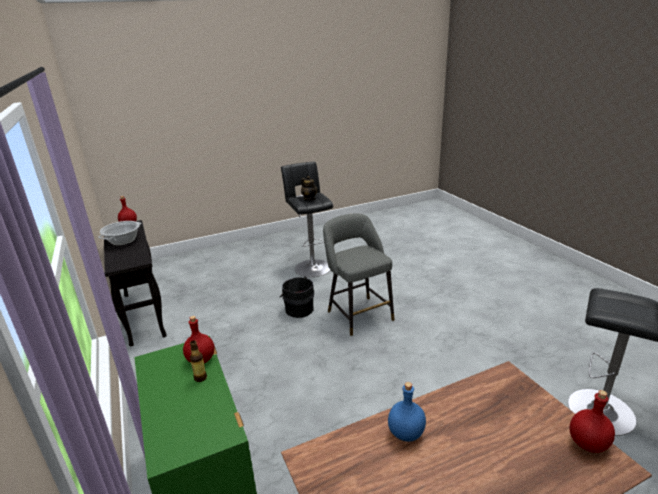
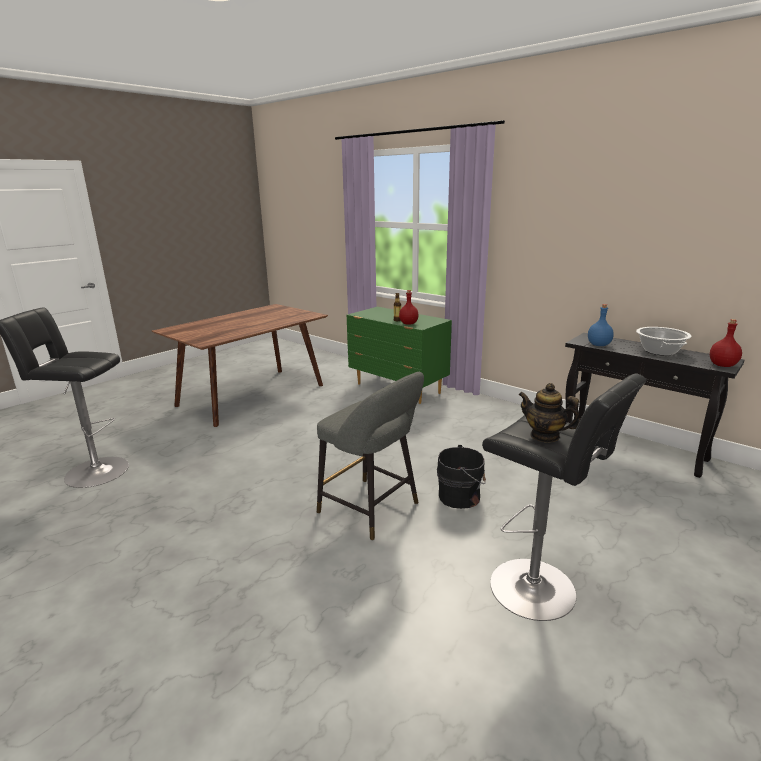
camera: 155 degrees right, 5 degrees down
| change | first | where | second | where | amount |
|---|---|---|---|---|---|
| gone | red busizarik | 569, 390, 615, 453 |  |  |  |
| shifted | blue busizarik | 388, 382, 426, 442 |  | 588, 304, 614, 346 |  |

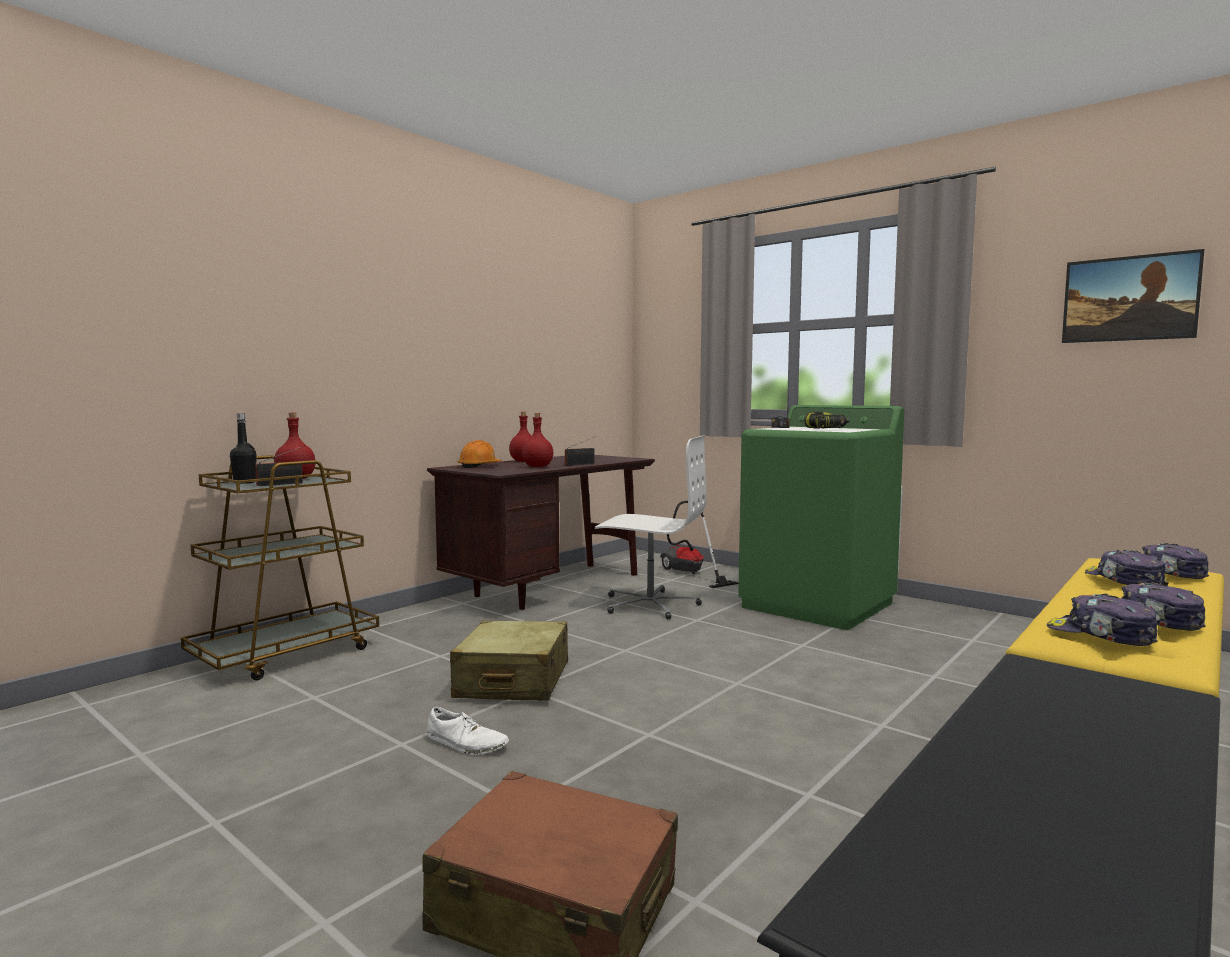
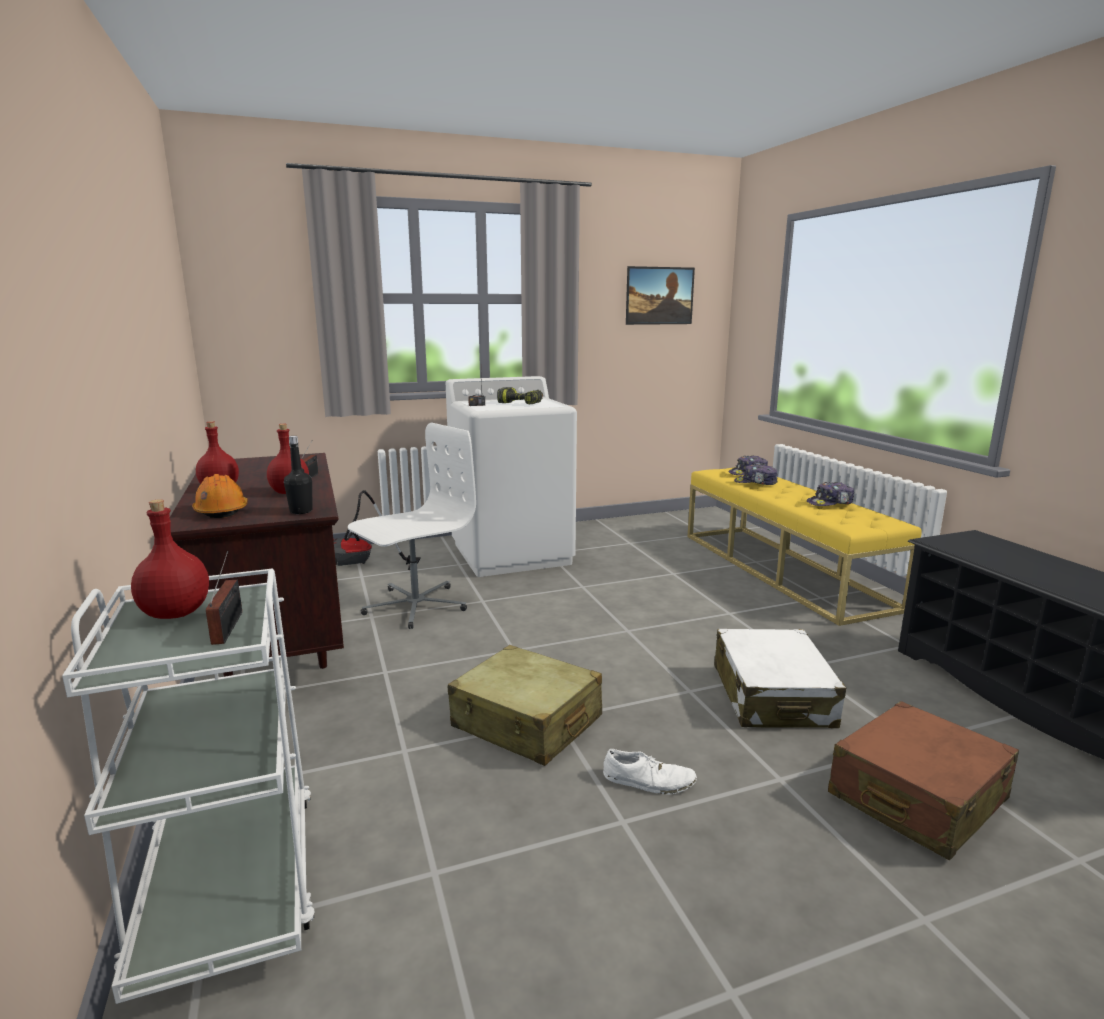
camera: 60 degrees left, 10 degrees up
| change | first | where | second | where | amount |
|---|---|---|---|---|---|
| gone | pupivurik | 1047, 593, 1158, 646 |  |  |  |
| new |  |  | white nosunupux | 714, 629, 846, 728 |  |
| shifted | black busizarik | 230, 413, 257, 484 |  | 284, 436, 313, 514 |  |
| repainted | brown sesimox | 181, 455, 379, 681 | white sesimox | 62, 568, 314, 1004 |  |
| repainted | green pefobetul | 738, 405, 904, 630 | white pefobetul | 446, 376, 577, 577 |  |
| rotated | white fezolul | 427, 707, 509, 755 |  | 603, 749, 697, 795 | 45 degrees clockwise |

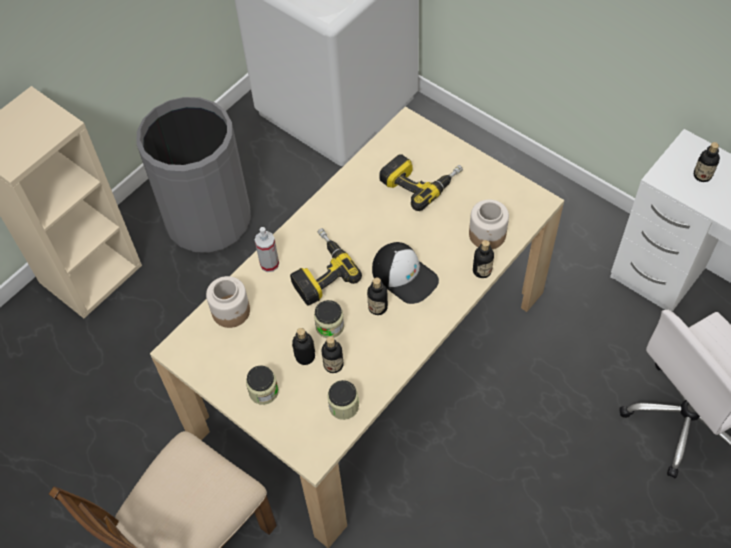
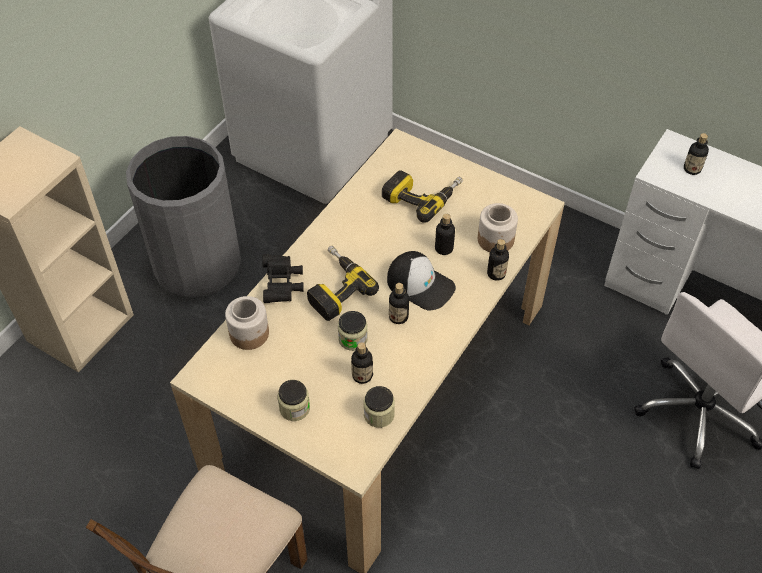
camera: 10 degrees left, 5 degrees down
| change | first | where | second | where | amount |
|---|---|---|---|---|---|
| shifted | busizarik | 292, 328, 315, 365 |  | 435, 214, 455, 255 |  |
| swapped | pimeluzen | 255, 227, 279, 272 | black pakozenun | 262, 254, 304, 303 |  |

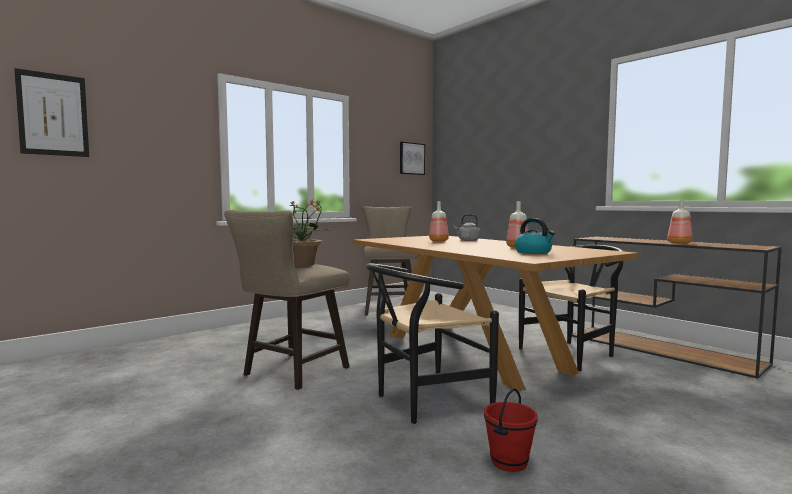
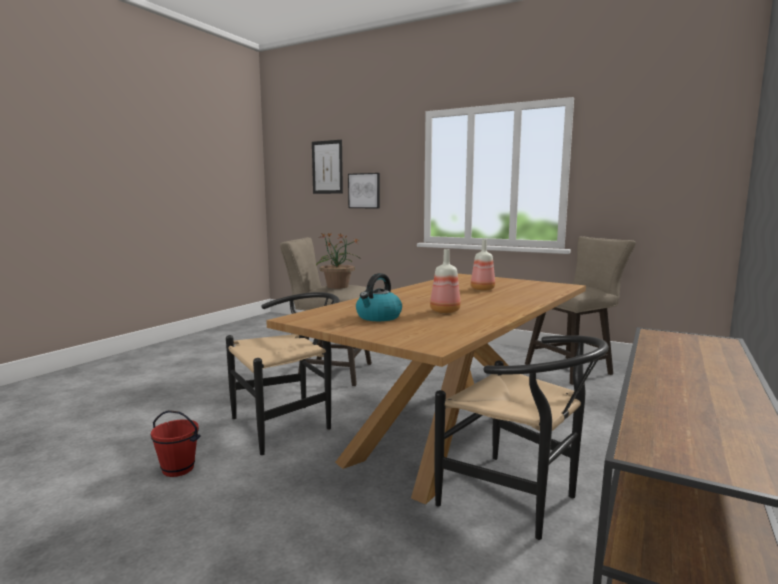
camera: 70 degrees right, 5 degrees up
| change | first | where | second | where | amount |
|---|---|---|---|---|---|
| gone | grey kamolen | 454, 214, 480, 241 |  |  |  |
| gone | busizarik | 667, 199, 692, 244 |  |  |  |
| shifted | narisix | 400, 142, 425, 175 |  | 348, 173, 380, 208 |  |
| rotated | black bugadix | 366, 263, 499, 424 |  | 226, 292, 340, 455 | 105 degrees clockwise |

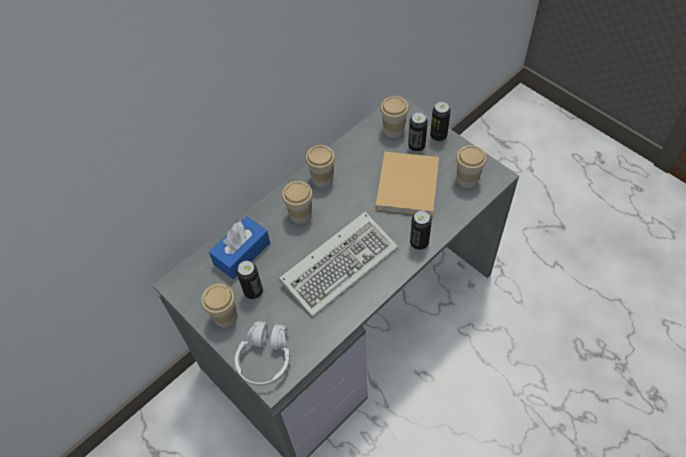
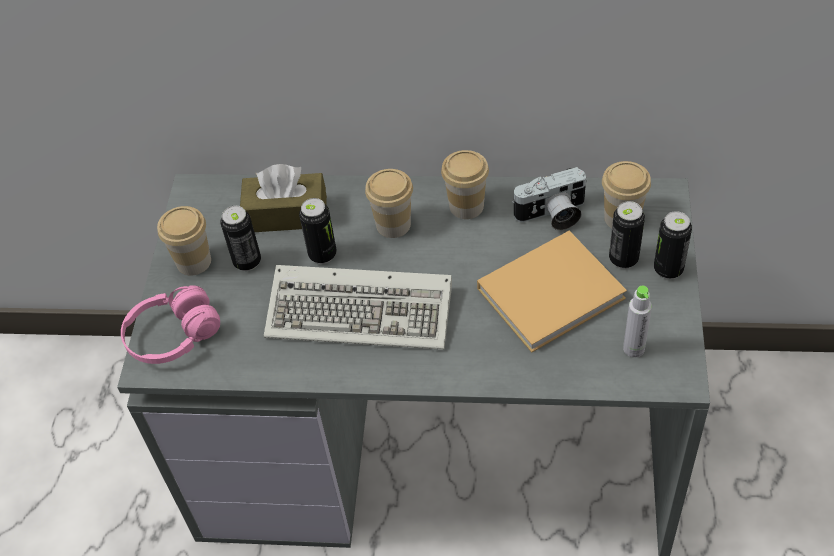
camera: 50 degrees right, 5 degrees down
| change | first | where | second | where | amount |
|---|---|---|---|---|---|
| new |  |  | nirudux | 511, 167, 587, 230 |  |
| shifted | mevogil | 410, 210, 432, 250 |  | 299, 198, 337, 264 |  |
| swapped | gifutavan | 456, 145, 487, 188 | grey busizarik | 623, 286, 652, 358 |  |
| repainted | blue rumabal | 209, 216, 270, 279 | brown rumabal | 240, 164, 327, 232 |  |
| repainted | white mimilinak | 235, 321, 290, 386 | pink mimilinak | 121, 285, 220, 364 |  |

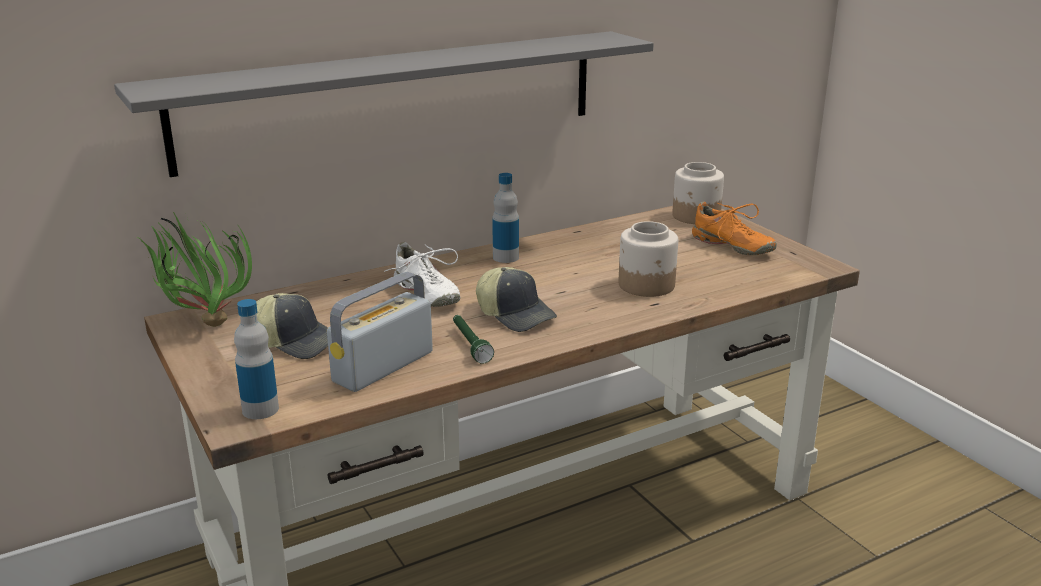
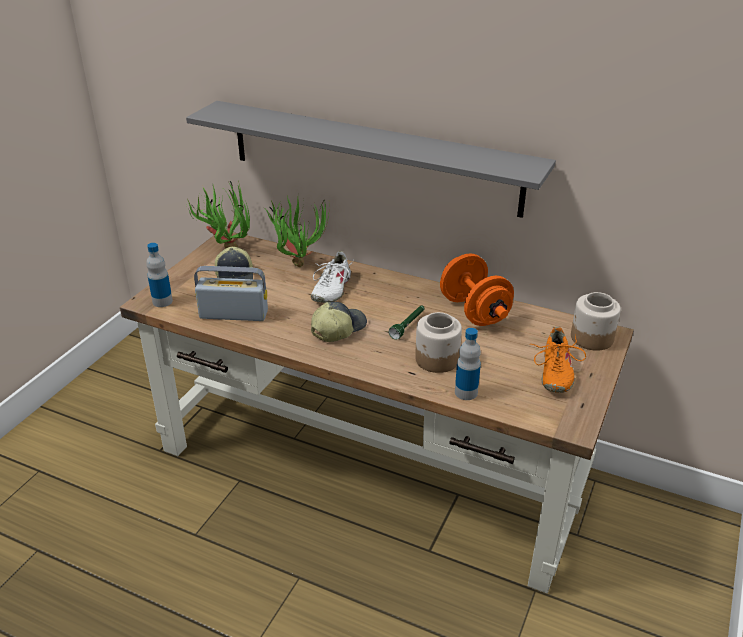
camera: 55 degrees right, 10 degrees up
| change | first | where | second | where | amount |
|---|---|---|---|---|---|
| new |  |  | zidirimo | 264, 196, 330, 267 |  |
| new |  |  | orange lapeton | 440, 253, 514, 326 |  |
| shifted | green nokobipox | 453, 315, 494, 364 |  | 389, 305, 425, 340 |  |
| shifted | busizarik | 492, 173, 519, 263 |  | 455, 328, 481, 400 |  |
| rotated | pupivurik | 476, 267, 557, 332 |  | 311, 302, 367, 342 | 150 degrees counterclockwise |

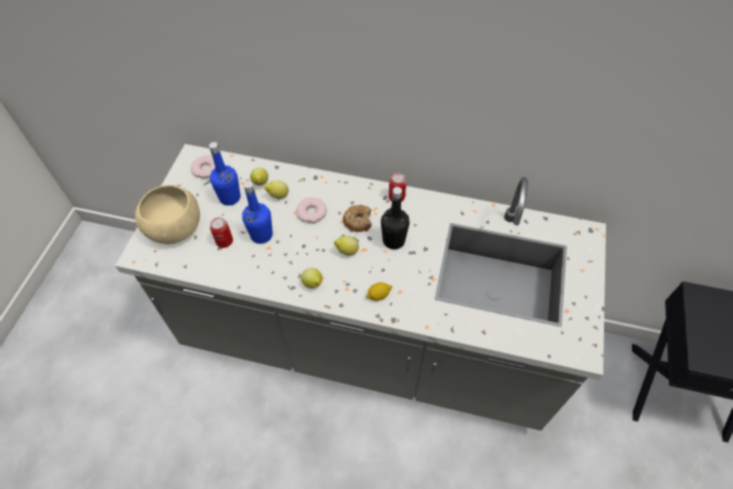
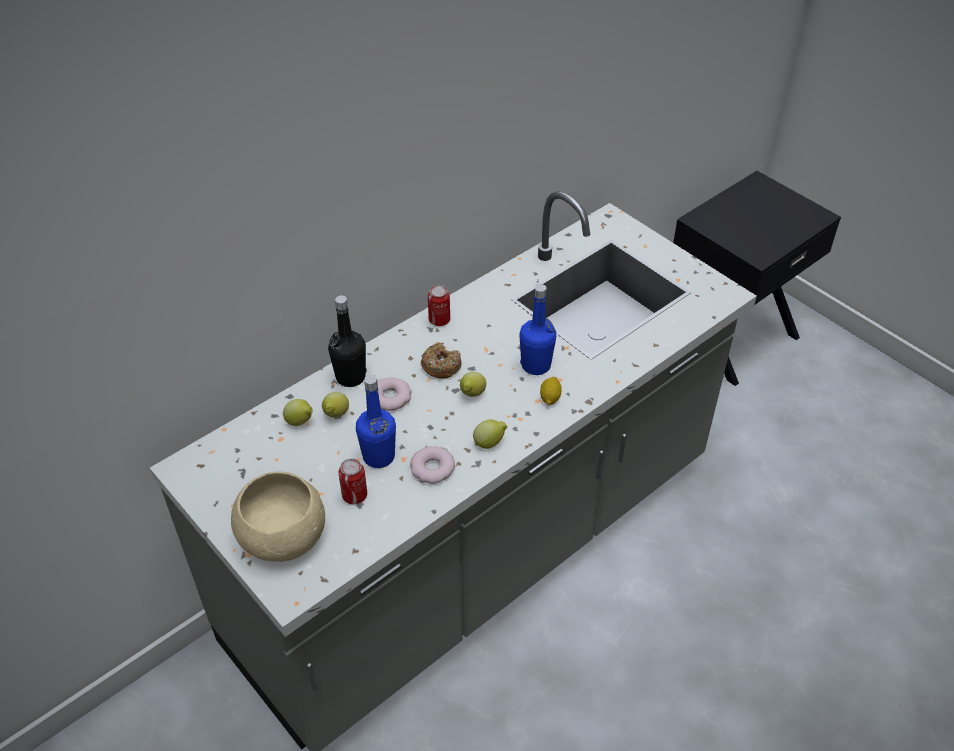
camera: 55 degrees left, 10 degrees down
| change | first | where | second | where | amount |
|---|---|---|---|---|---|
| shifted | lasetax | 191, 155, 215, 178 |  | 410, 446, 455, 484 |  |
| shifted | blue busizarik | 209, 142, 241, 206 |  | 519, 284, 556, 375 |  |
| shifted | black busizarik | 381, 187, 410, 249 |  | 328, 295, 367, 387 |  |

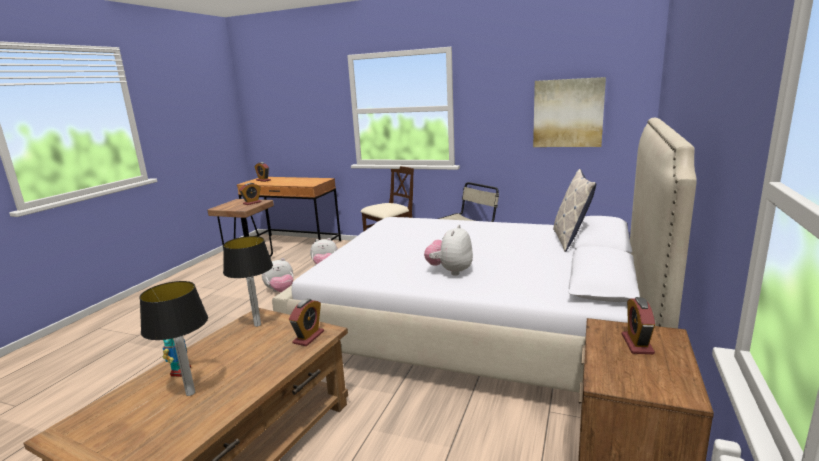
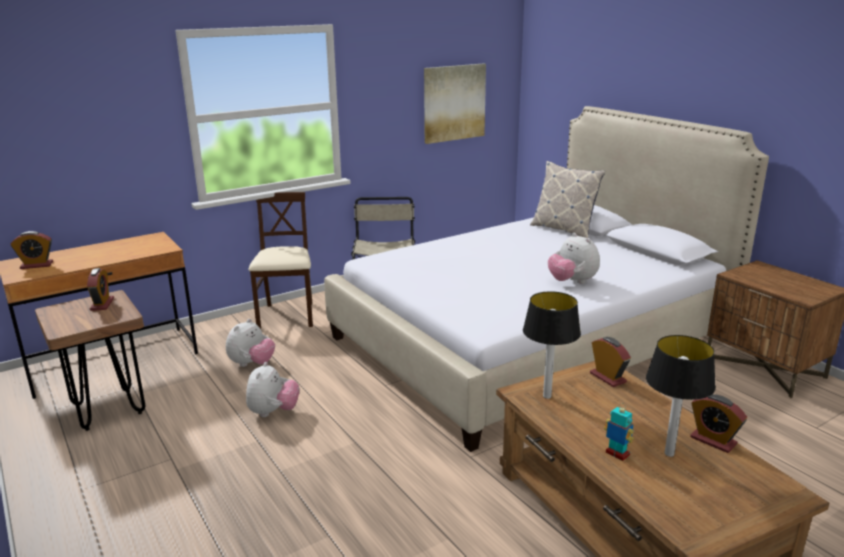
camera: 55 degrees left, 5 degrees up
| change | first | where | second | where | amount |
|---|---|---|---|---|---|
| shifted | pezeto | 622, 297, 655, 354 |  | 690, 394, 747, 453 |  |

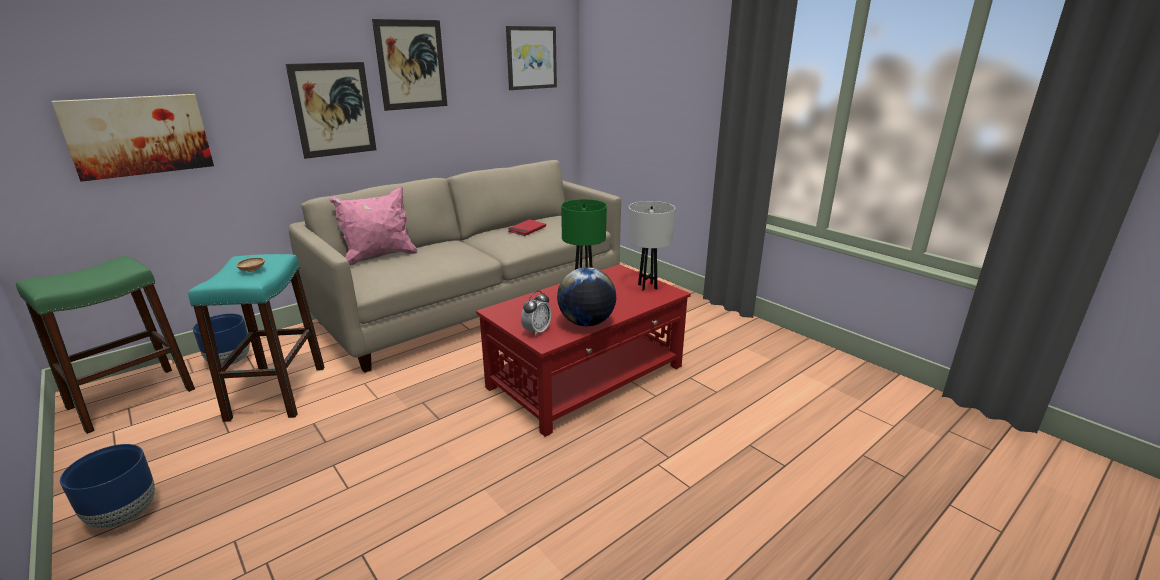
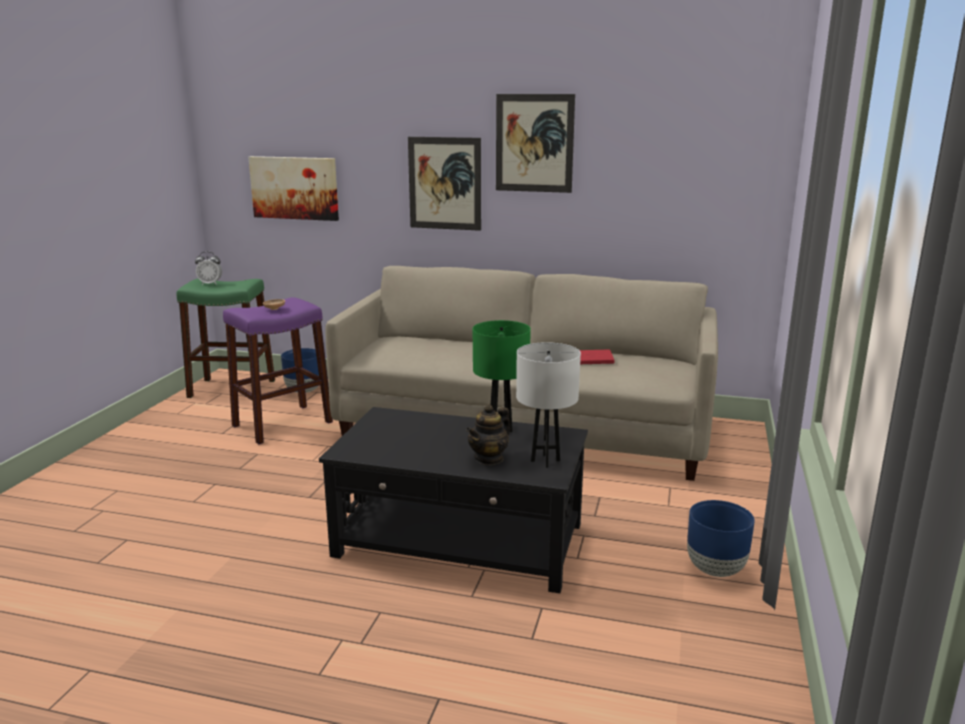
camera: 55 degrees right, 5 degrees down
| change | first | where | second | where | amount |
|---|---|---|---|---|---|
| gone | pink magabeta | 329, 187, 418, 266 |  |  |  |
| gone | narisix | 506, 26, 557, 90 |  |  |  |
| gone | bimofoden | 557, 267, 616, 326 |  |  |  |
| new |  |  | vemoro | 466, 404, 510, 466 |  |
| shifted | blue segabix | 60, 444, 155, 528 |  | 687, 500, 755, 577 |  |
| shifted | pezeto | 521, 291, 551, 337 |  | 195, 251, 222, 285 |  |
| repainted | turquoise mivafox | 188, 254, 324, 422 | purple mivafox | 223, 297, 333, 444 |  |
| repainted | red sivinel | 476, 264, 691, 437 | black sivinel | 319, 407, 588, 593 |  |

